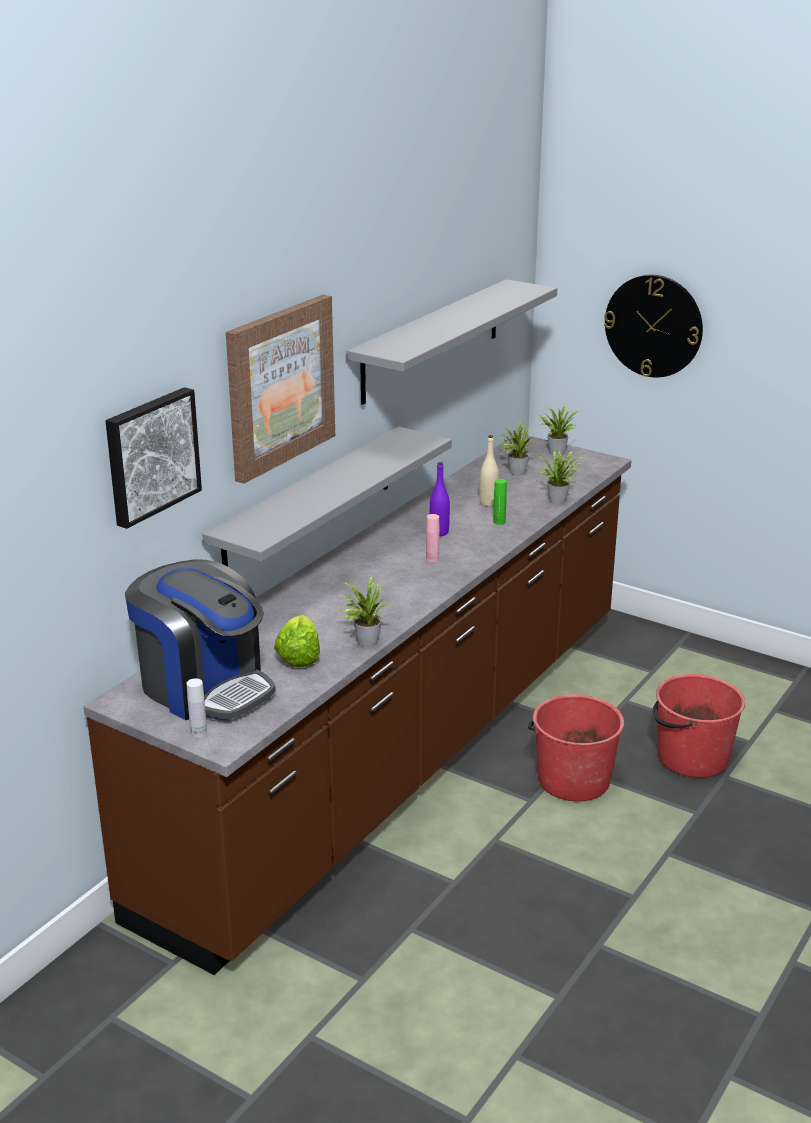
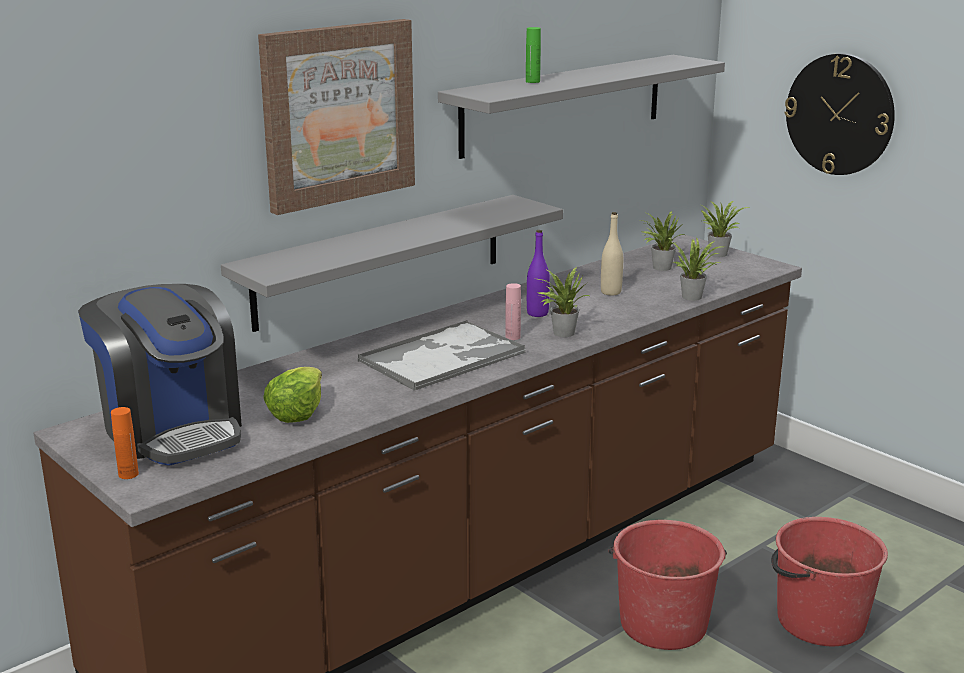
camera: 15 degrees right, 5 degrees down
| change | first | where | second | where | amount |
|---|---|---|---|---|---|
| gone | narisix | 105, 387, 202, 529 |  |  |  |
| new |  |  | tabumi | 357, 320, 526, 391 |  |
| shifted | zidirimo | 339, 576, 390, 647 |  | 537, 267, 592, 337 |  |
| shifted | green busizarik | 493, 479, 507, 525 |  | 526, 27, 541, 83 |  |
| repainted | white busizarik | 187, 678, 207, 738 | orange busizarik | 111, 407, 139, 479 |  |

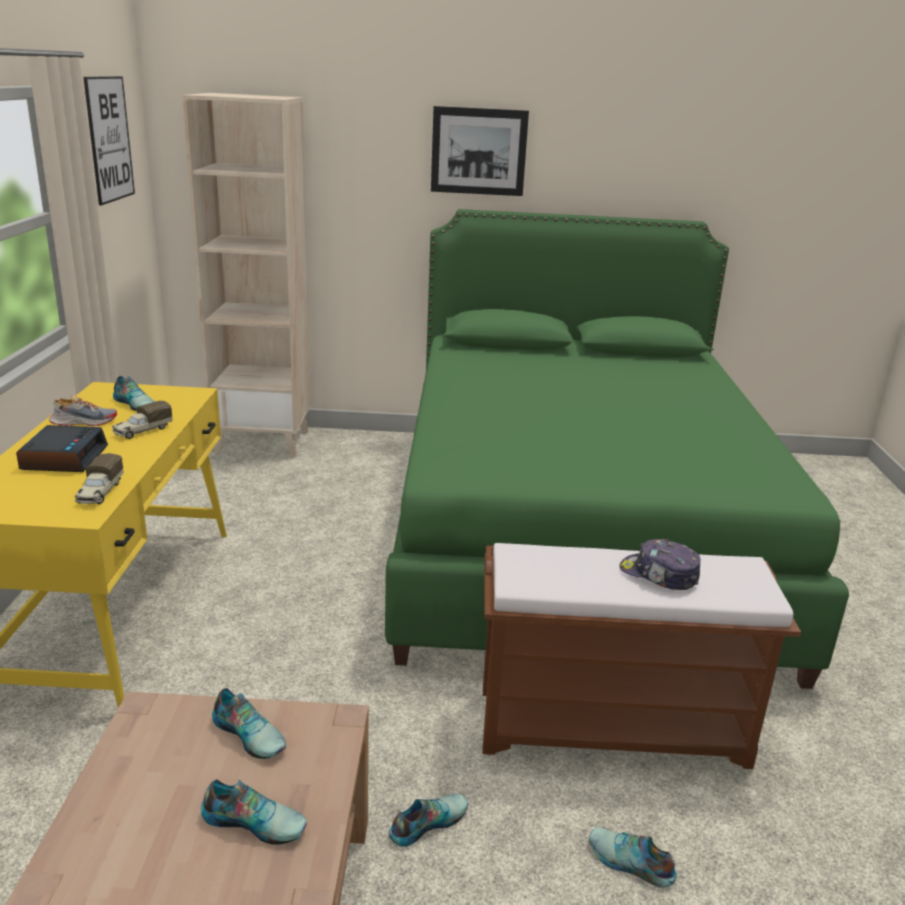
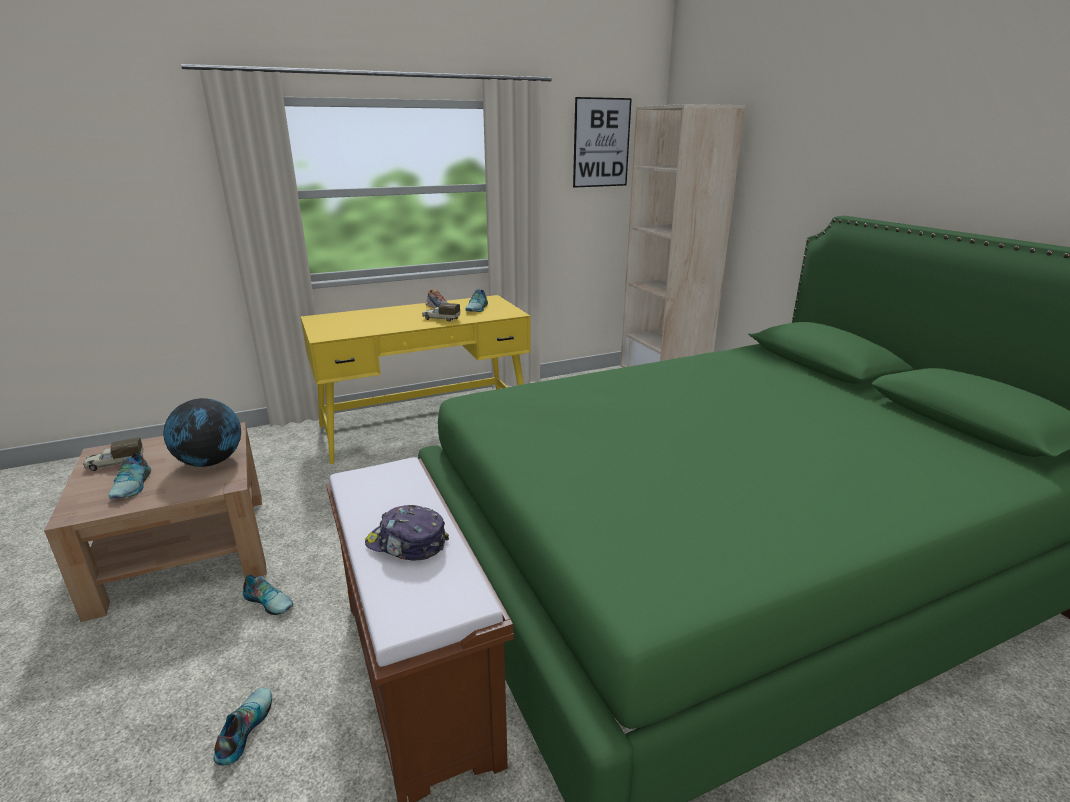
camera: 65 degrees right, 0 degrees up
| change | first | where | second | where | amount |
|---|---|---|---|---|---|
| gone | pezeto | 16, 425, 108, 472 |  |  |  |
| gone | narisix | 431, 106, 529, 196 |  |  |  |
| shifted | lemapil | 75, 453, 124, 504 |  | 83, 437, 144, 471 |  |
| swapped | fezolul | 212, 688, 286, 759 | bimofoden | 163, 398, 241, 467 |  |
| rotated | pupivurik | 619, 539, 701, 590 |  | 365, 505, 449, 560 | 75 degrees counterclockwise |

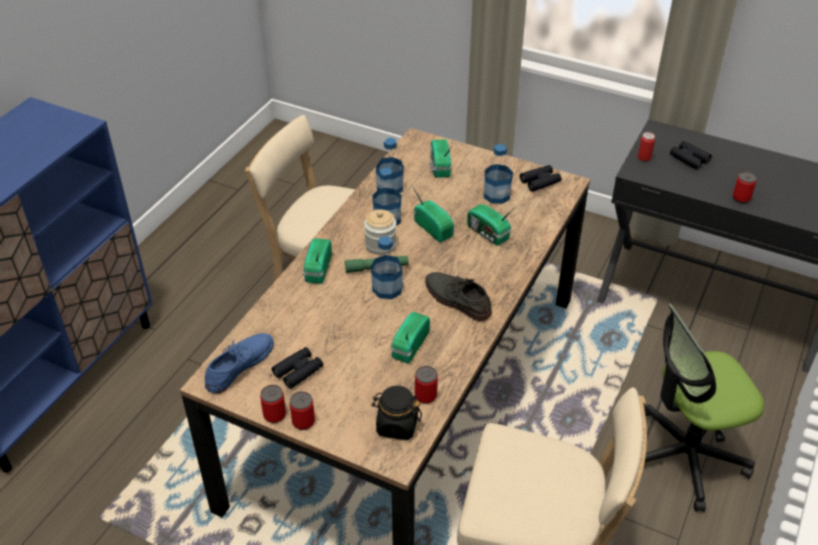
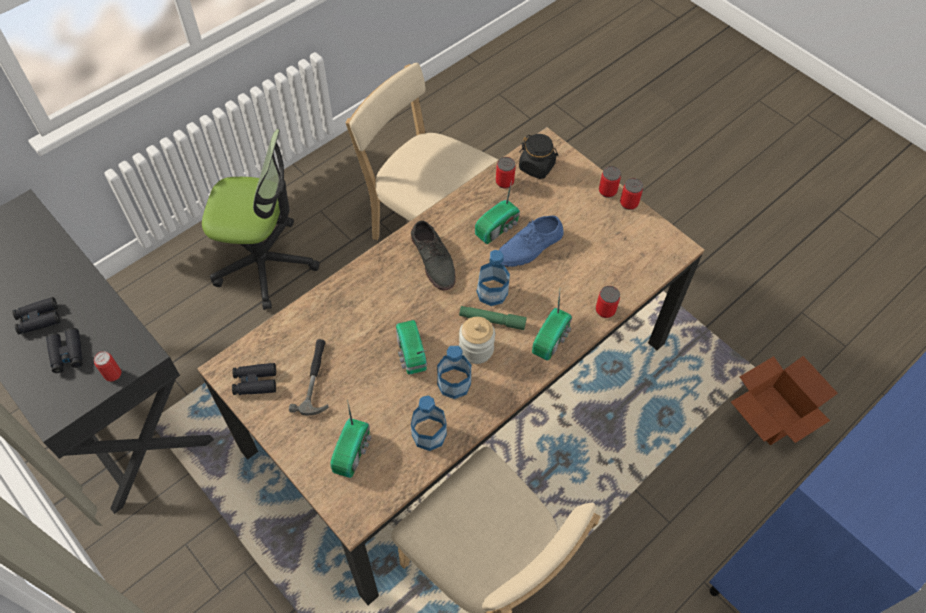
camera: 160 degrees left, 15 degrees up
| change | first | where | second | where | amount |
|---|---|---|---|---|---|
| gone | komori | 467, 204, 516, 246 |  |  |  |
| new |  |  | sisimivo | 731, 356, 838, 445 |  |
| shifted | blue fezolul | 205, 333, 274, 394 |  | 499, 216, 563, 267 |  |
| shifted | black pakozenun | 272, 347, 323, 389 |  | 12, 297, 60, 334 |  |
| shifted | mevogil | 733, 171, 757, 203 |  | 596, 286, 620, 318 |  |
| swapped | busizarik | 484, 144, 513, 204 | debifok | 289, 339, 329, 415 |  |

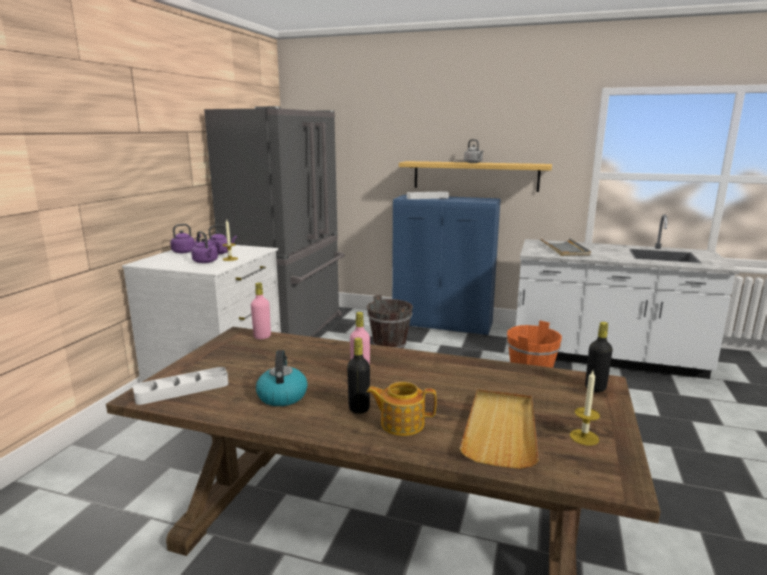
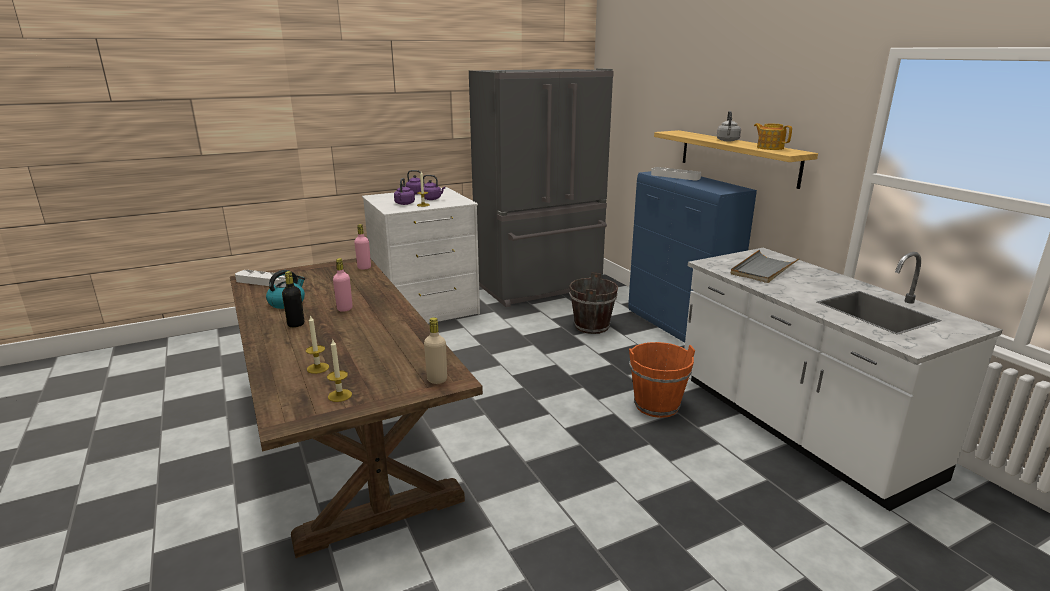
camera: 45 degrees right, 5 degrees up
| change | first | where | second | where | amount |
|---|---|---|---|---|---|
| shifted | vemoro | 367, 382, 437, 436 |  | 754, 123, 792, 150 |  |
| swapped | beige tabumi | 460, 389, 539, 469 | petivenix | 306, 315, 329, 374 |  |
| repainted | black busizarik | 585, 322, 613, 392 | beige busizarik | 424, 317, 447, 384 |  |

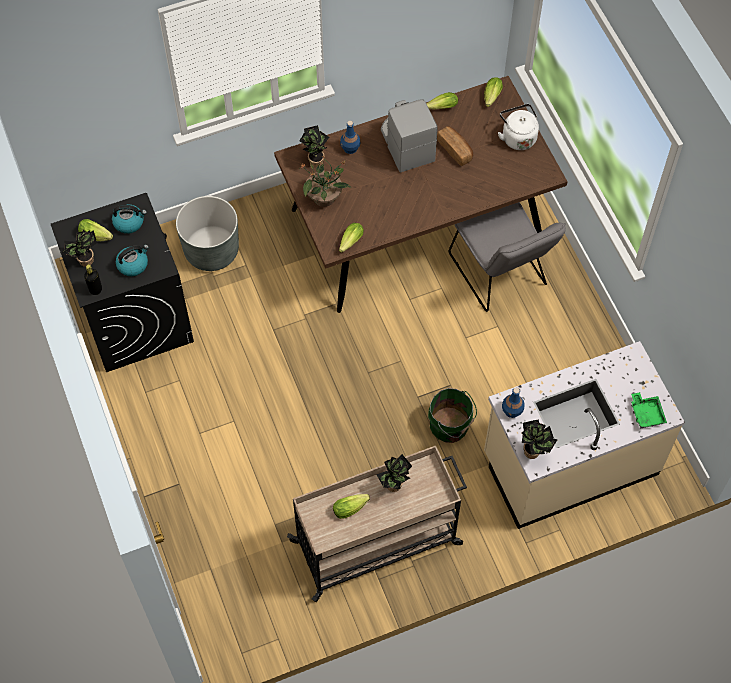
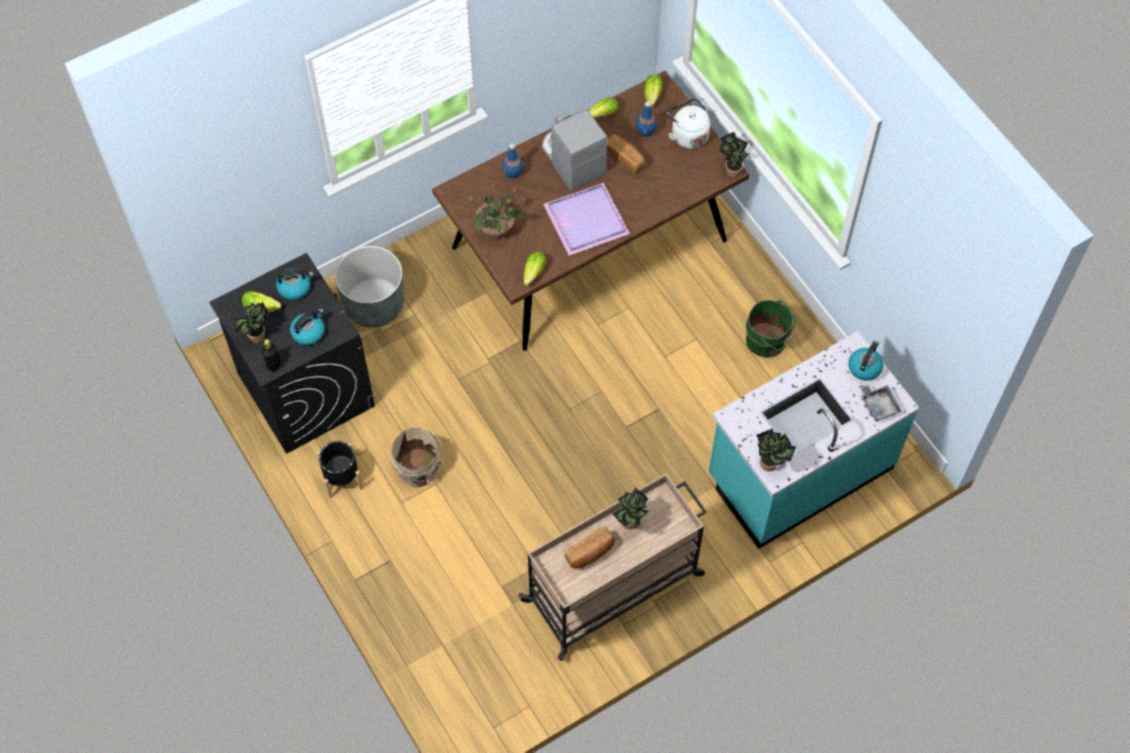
camera: 10 degrees left, 0 degrees up
| change | first | where | second | where | amount |
|---|---|---|---|---|---|
| gone | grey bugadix | 449, 202, 566, 312 |  |  |  |
| new |  |  | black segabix | 317, 441, 363, 498 |  |
| new |  |  | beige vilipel | 391, 428, 445, 487 |  |
| new |  |  | purple tabumi | 543, 183, 630, 256 |  |
| new |  |  | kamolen | 849, 341, 884, 381 |  |
| shifted | zidirimo | 299, 125, 329, 168 |  | 719, 132, 750, 177 |  |
| shifted | green vilipel | 428, 388, 477, 443 |  | 746, 300, 795, 358 |  |
| shifted | blue busizarik | 502, 388, 525, 418 |  | 636, 101, 657, 137 |  |
| swapped | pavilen | 333, 494, 370, 519 | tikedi | 565, 526, 615, 569 |  |
| repainted | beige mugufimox | 484, 341, 685, 529 | turquoise mugufimox | 709, 331, 919, 549 |  |
| repainted | green tabumi | 631, 392, 667, 428 | grey tabumi | 860, 384, 902, 422 |  |

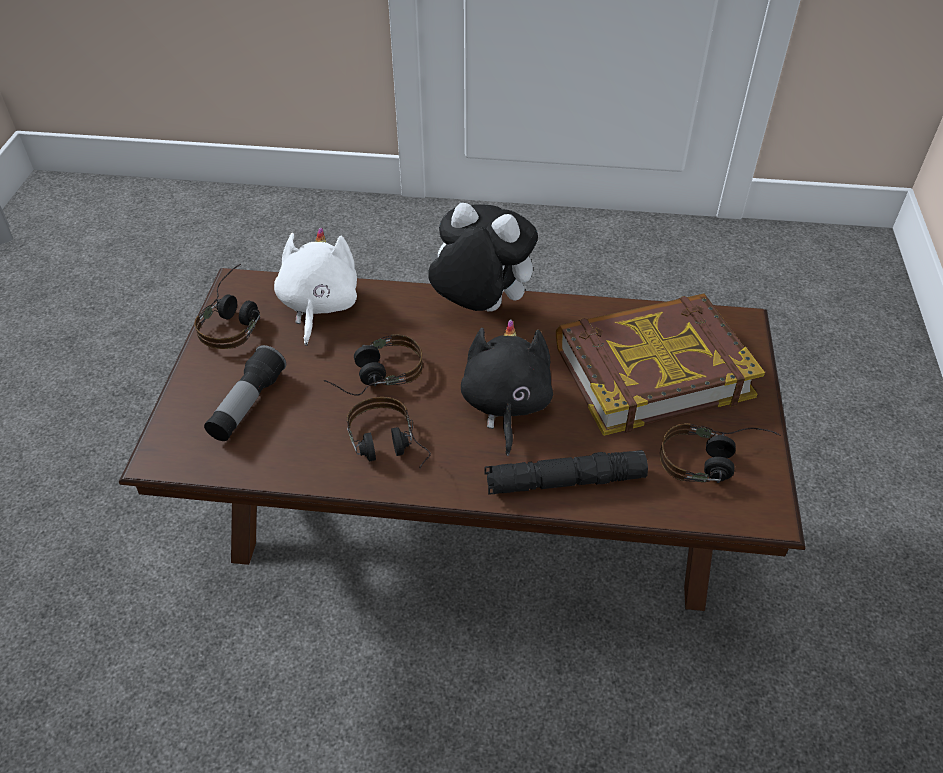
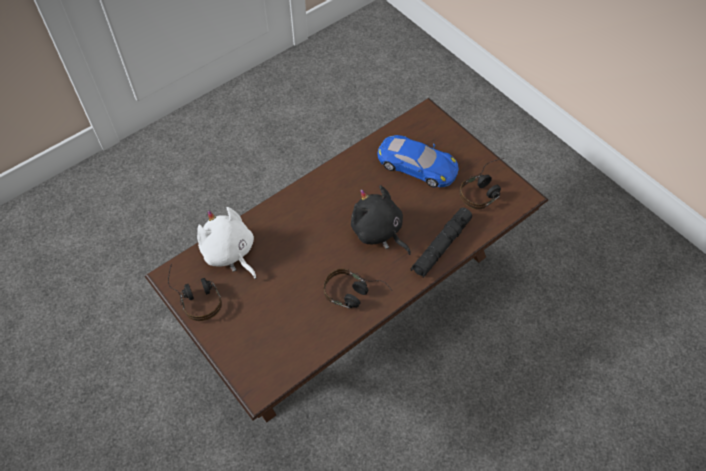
camera: 45 degrees left, 10 degrees up
| change | first | where | second | where | amount |
|---|---|---|---|---|---|
| gone | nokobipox | 204, 345, 286, 441 |  |  |  |
| gone | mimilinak | 324, 334, 423, 396 |  |  |  |
| gone | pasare | 428, 203, 538, 311 |  |  |  |
| swapped | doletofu | 556, 293, 765, 436 | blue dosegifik | 378, 135, 459, 188 |  |

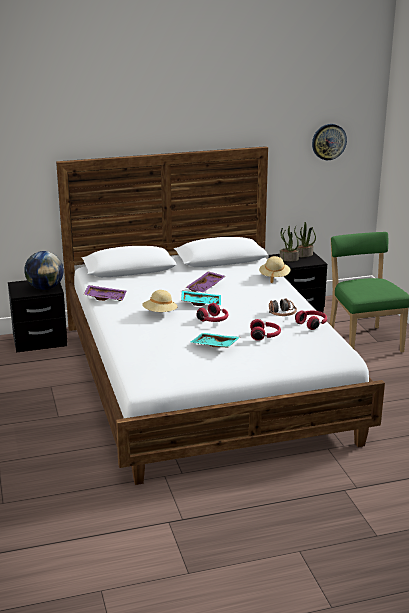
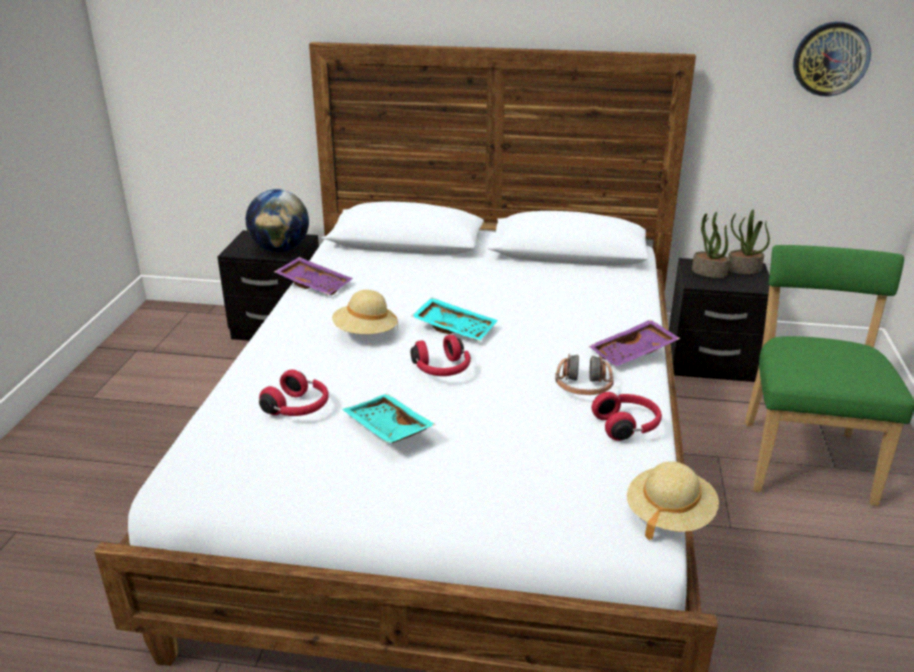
camera: 25 degrees right, 5 degrees up
| change | first | where | second | where | amount |
|---|---|---|---|---|---|
| shifted | purple tabumi | 186, 272, 225, 292 |  | 589, 320, 681, 366 |  |
| shifted | red mimilinak | 250, 319, 281, 341 |  | 259, 370, 329, 416 |  |
| shifted | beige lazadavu | 259, 256, 291, 283 |  | 627, 461, 719, 541 |  |

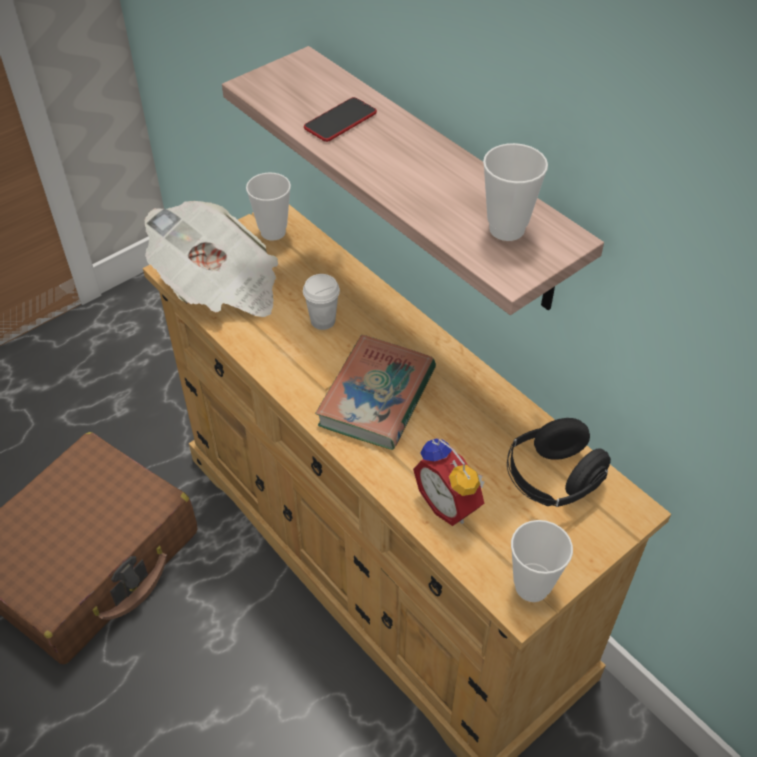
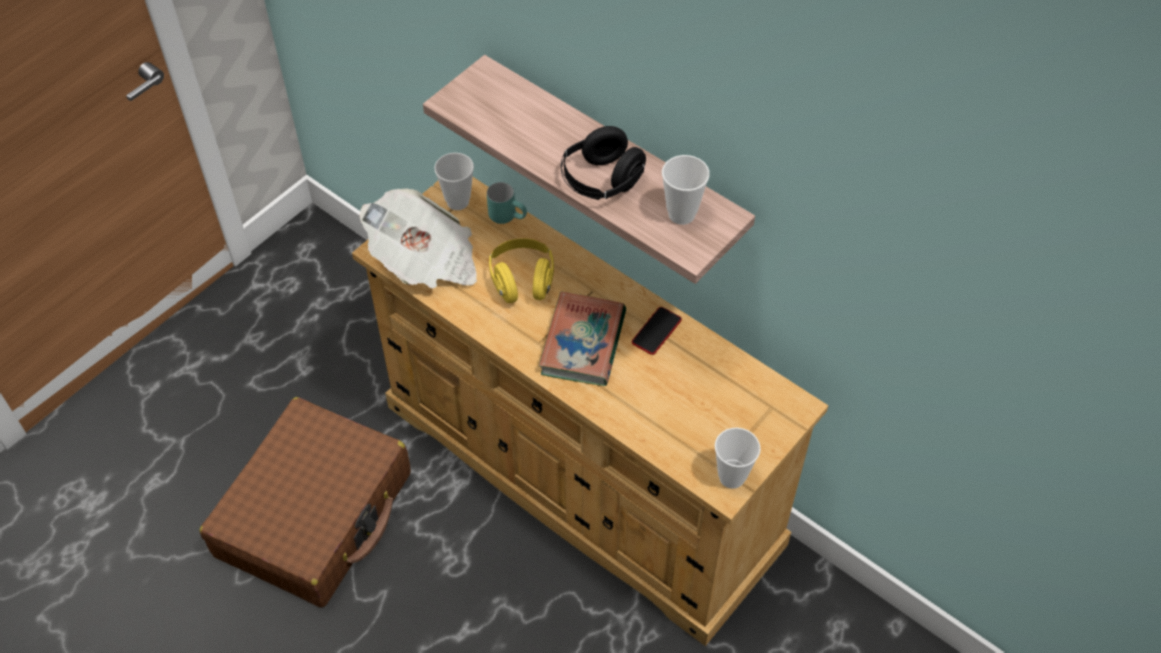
camera: 10 degrees left, 5 degrees up
| change | first | where | second | where | amount |
|---|---|---|---|---|---|
| gone | pezeto | 413, 439, 484, 526 |  |  |  |
| new |  |  | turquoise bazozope | 487, 182, 527, 224 |  |
| shifted | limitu | 304, 97, 377, 142 |  | 632, 307, 682, 355 |  |
| shifted | black mimilinak | 507, 418, 611, 507 |  | 561, 126, 646, 200 |  |
| swapped | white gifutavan | 303, 274, 340, 330 | yellow mimilinak | 489, 239, 554, 303 |  |

